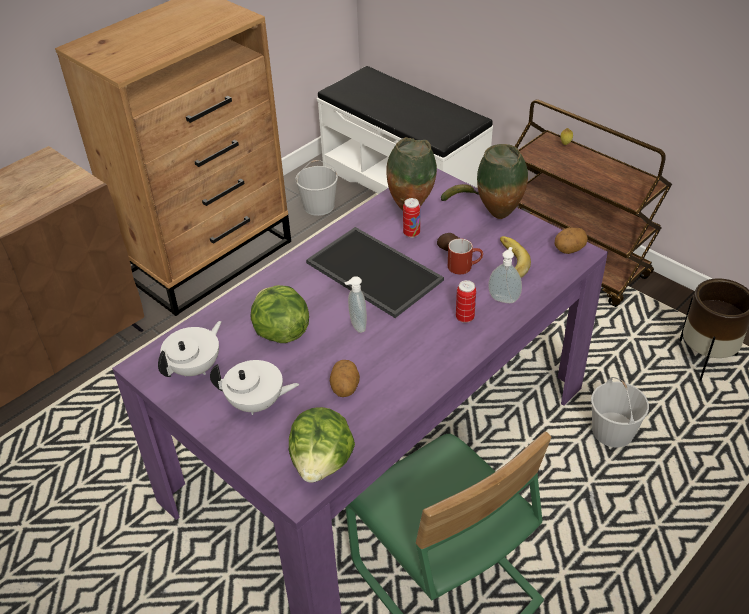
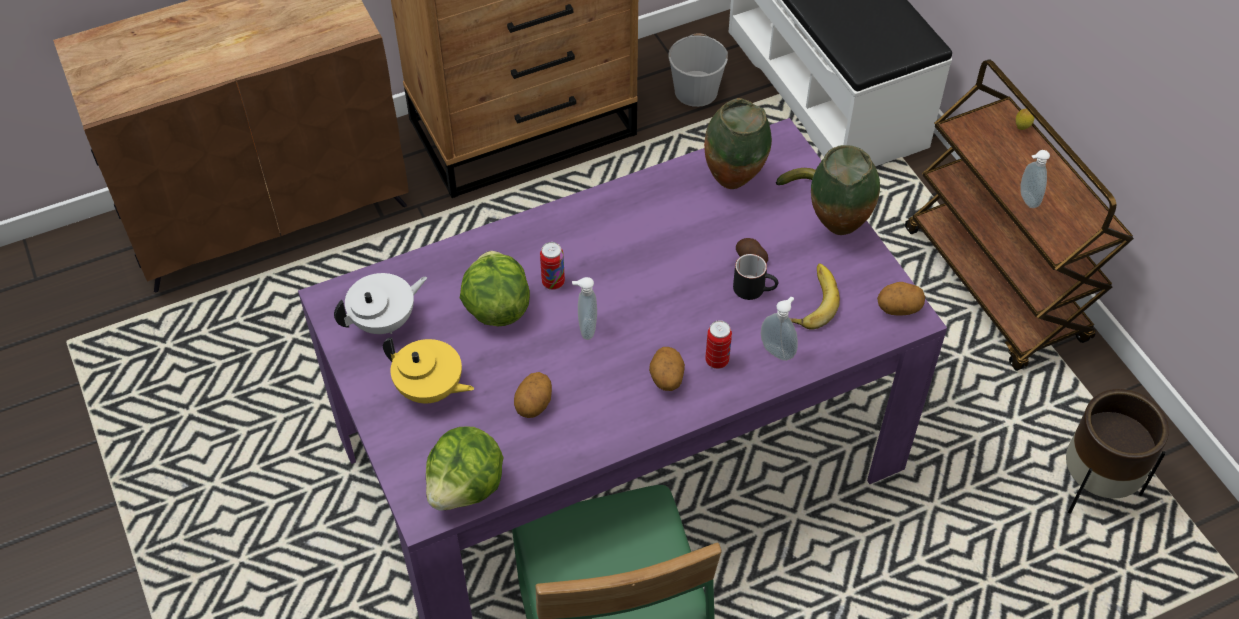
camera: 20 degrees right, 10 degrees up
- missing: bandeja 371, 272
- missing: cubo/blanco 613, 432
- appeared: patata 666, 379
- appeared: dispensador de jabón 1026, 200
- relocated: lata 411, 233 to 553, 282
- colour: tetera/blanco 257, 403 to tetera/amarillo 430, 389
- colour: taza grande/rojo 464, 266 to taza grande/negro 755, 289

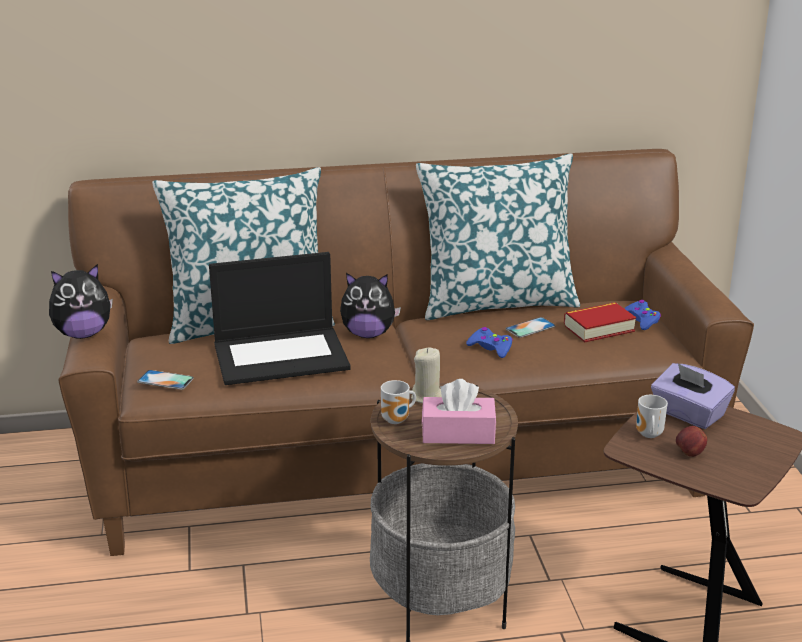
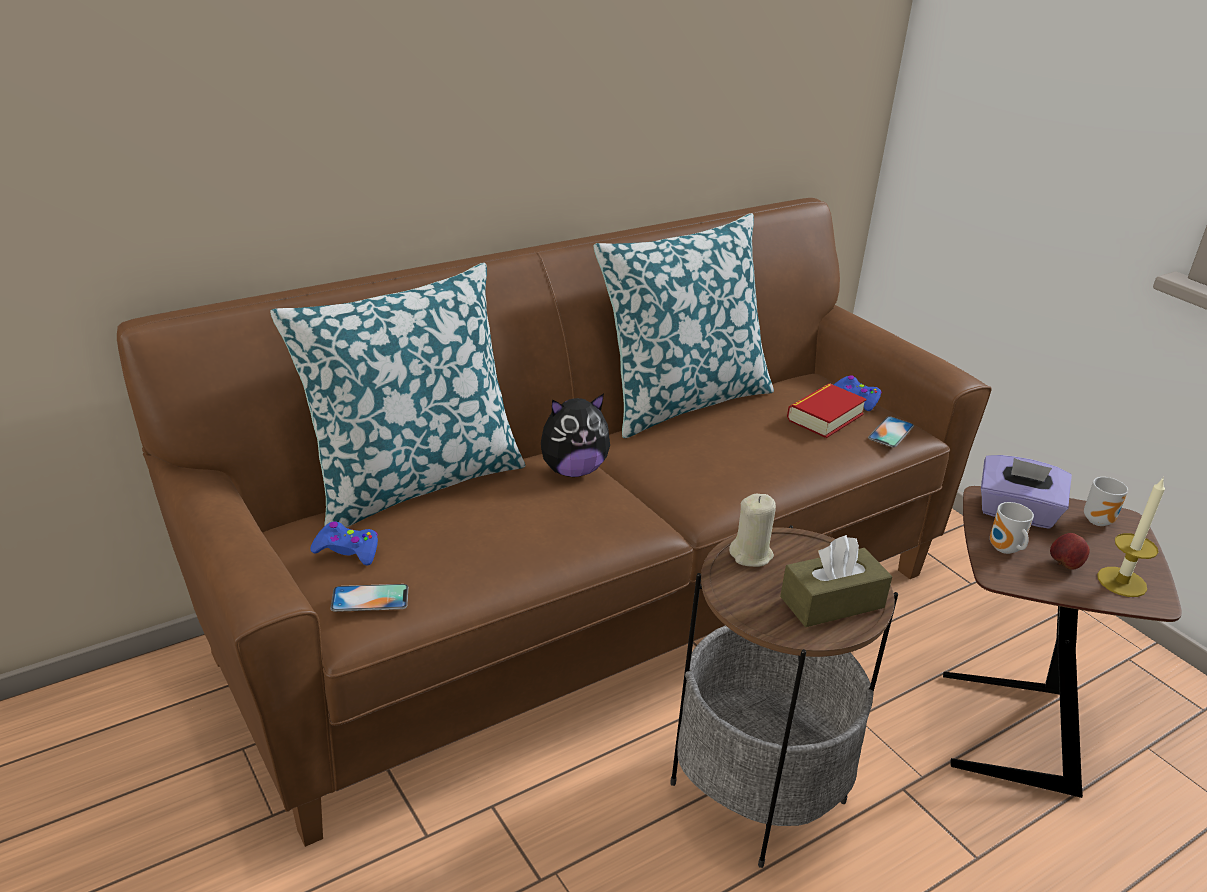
camera: 25 degrees left, 5 degrees up
- missing: peluche 83, 334
- missing: portátil 282, 355
- appeared: vela 1121, 582
- relocated: taza grande 397, 420 to 1100, 521
- relocated: mando de consola/azul 490, 348 to 347, 550
- relocated: móvil 530, 328 to 891, 432
- colour: caja de pañuelos/rosa 458, 433 to caja de pañuelos/marrón 832, 602

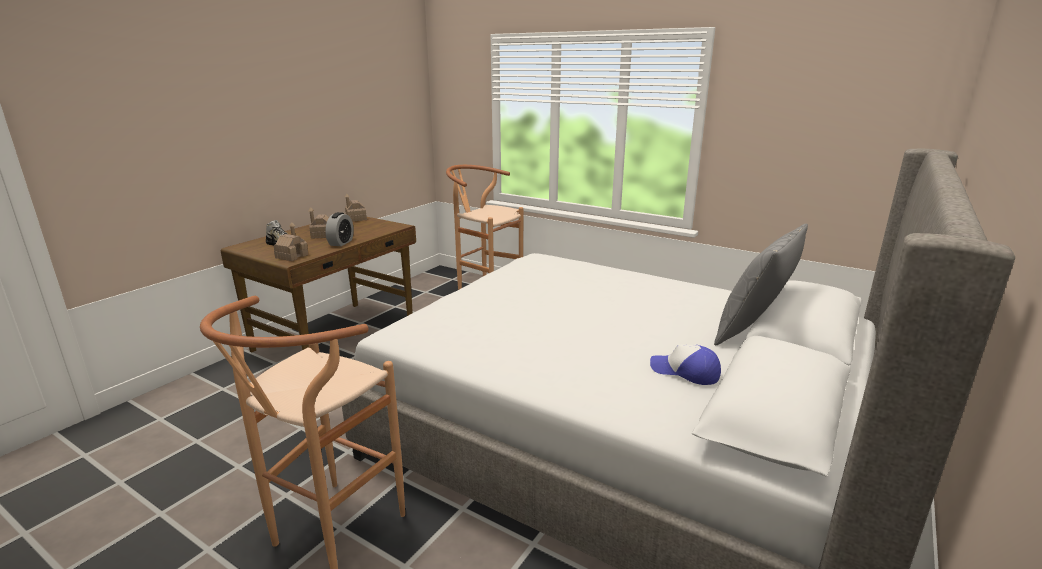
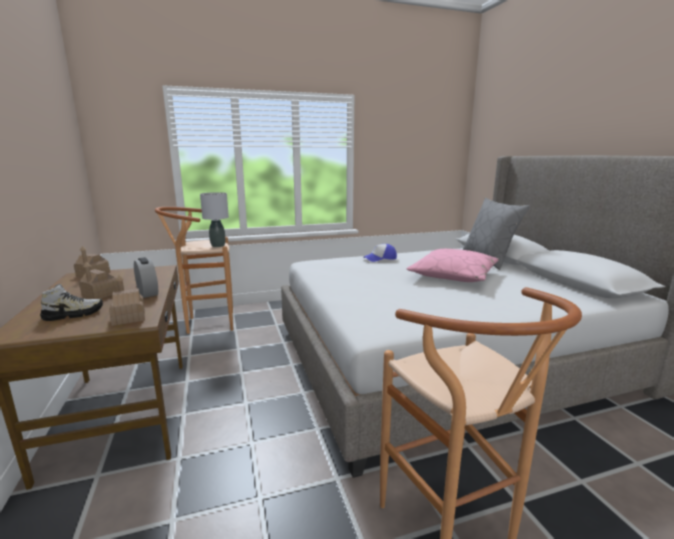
camera: 50 degrees left, 5 degrees down
- appeared: lámpara de mesa/gris 218, 246
- appeared: cojín/rosa 453, 275
- relocated: gorra 685, 372 to 380, 258

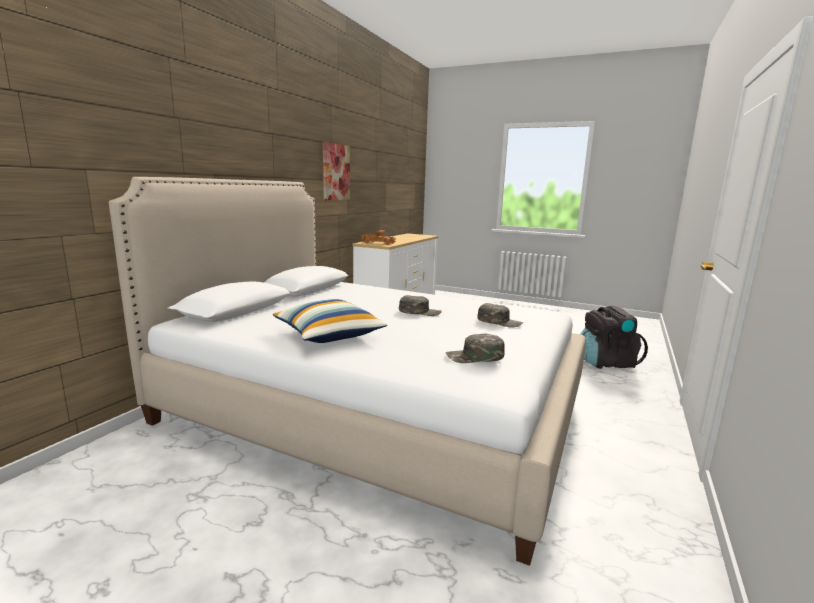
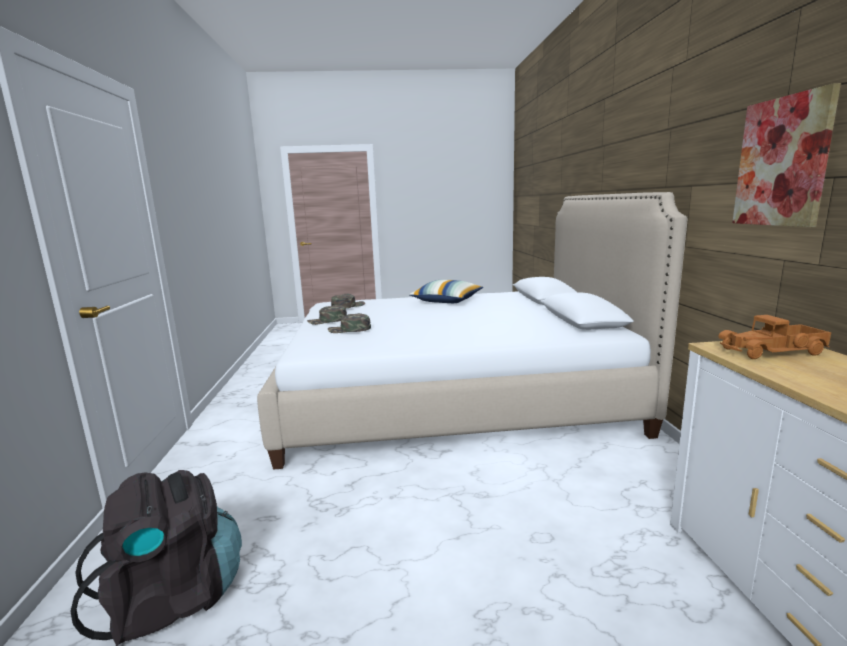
camera: 150 degrees right, 0 degrees up
- relocated: gorra/verde 420, 311 to 327, 320

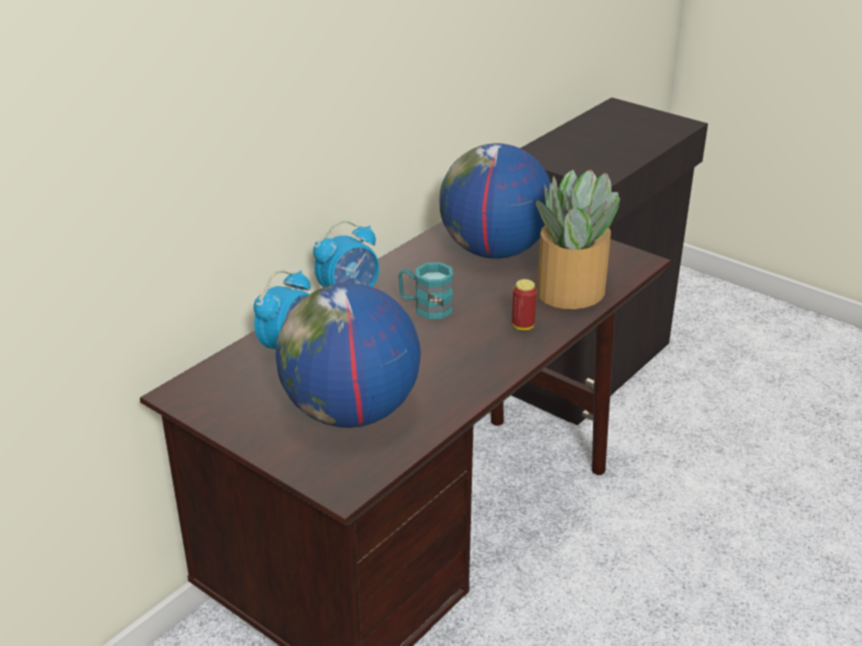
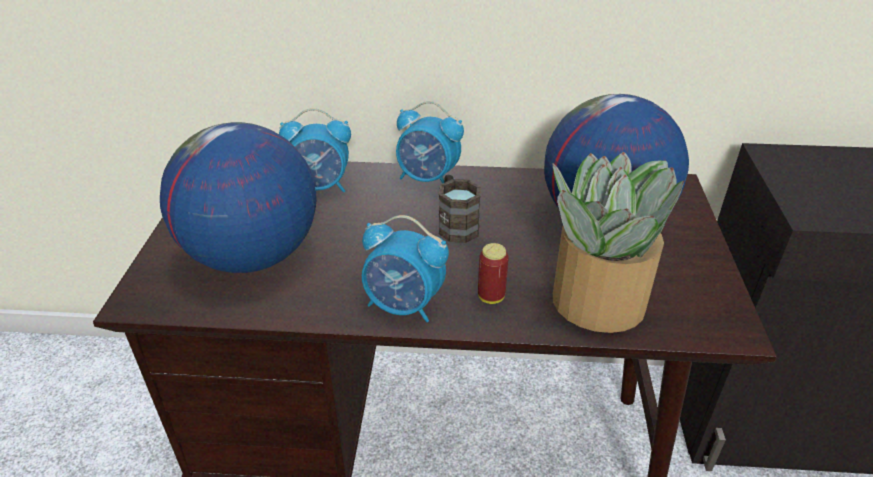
camera: 55 degrees right, 5 degrees up
- appeared: despertador 404, 306
- colour: taza grande/turquesa 425, 307 to taza grande/marrón 456, 224

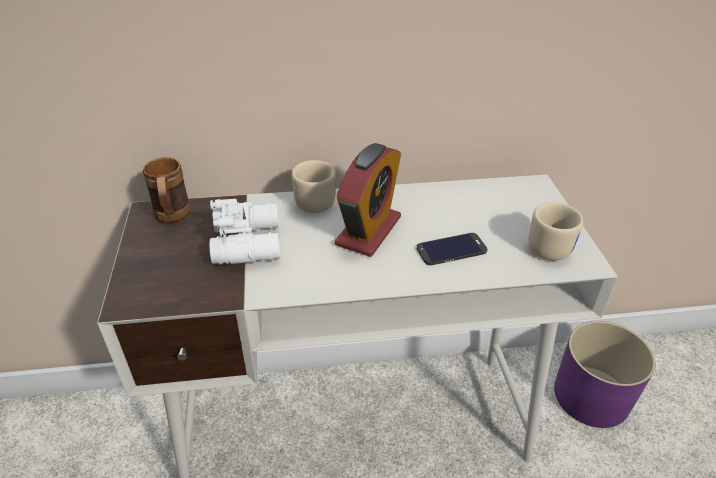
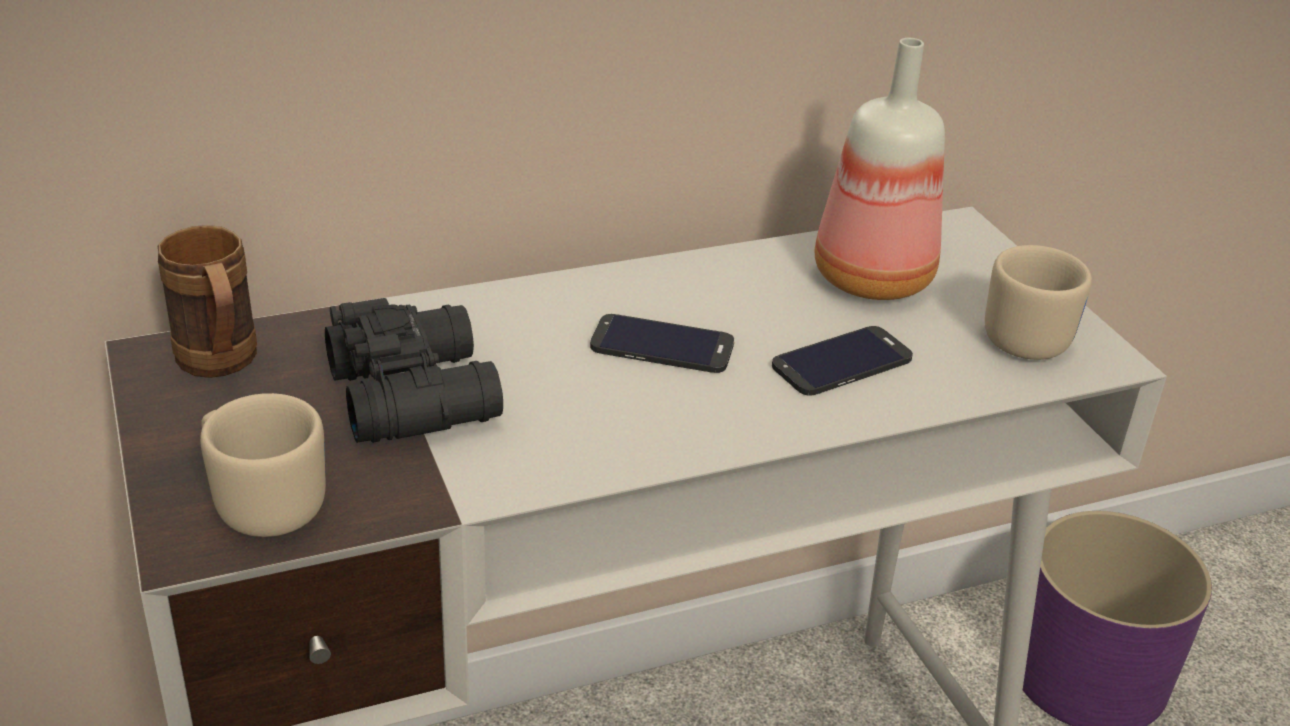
camera: 15 degrees left, 5 degrees down
- appeared: botella 868, 277
- relocated: taza grande/beis 312, 200 to 262, 501
- exchanged: despertador 368, 231 to móvil 662, 345
- colour: prismáticos/blanco 249, 242 to prismáticos/negro 416, 392

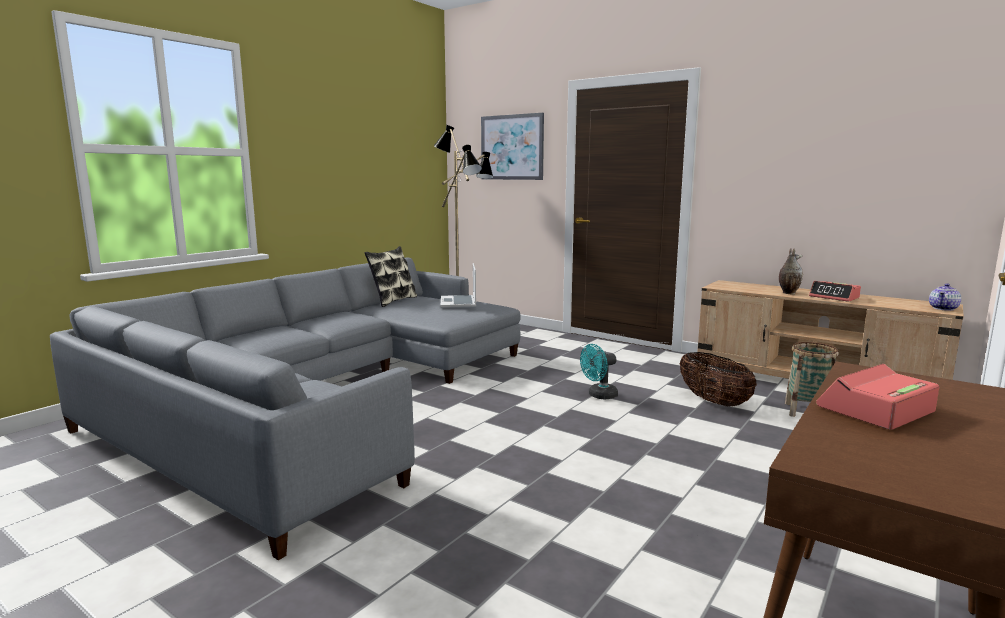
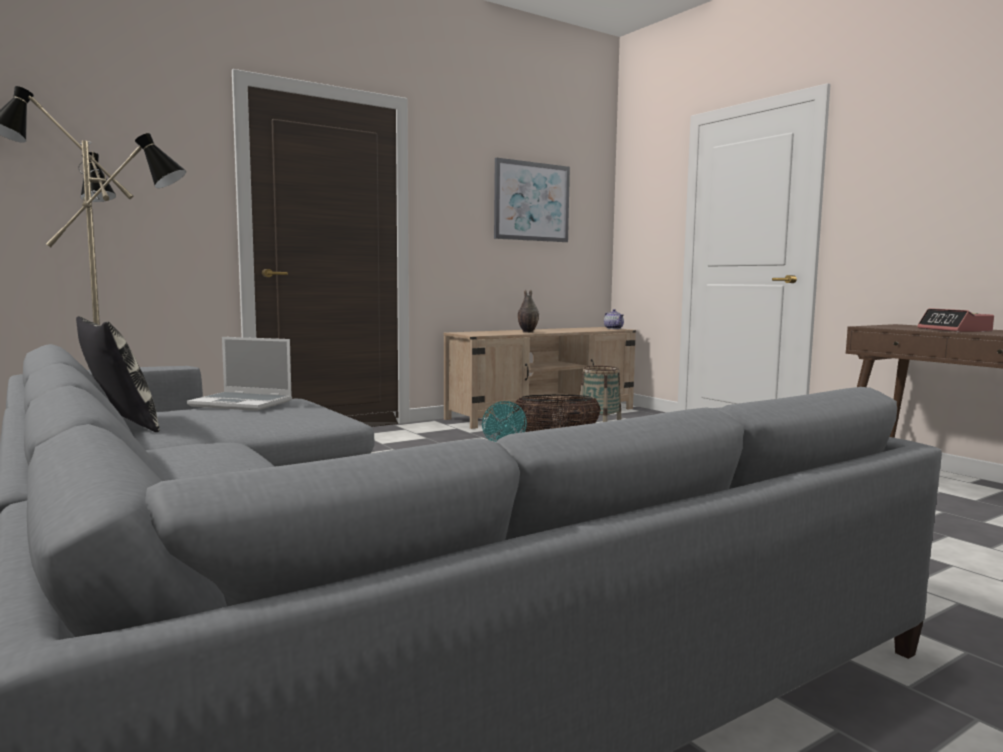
camera: 70 degrees left, 5 degrees down
- missing: despertador 834, 297
- relocated: cuadro 512, 147 to 531, 201

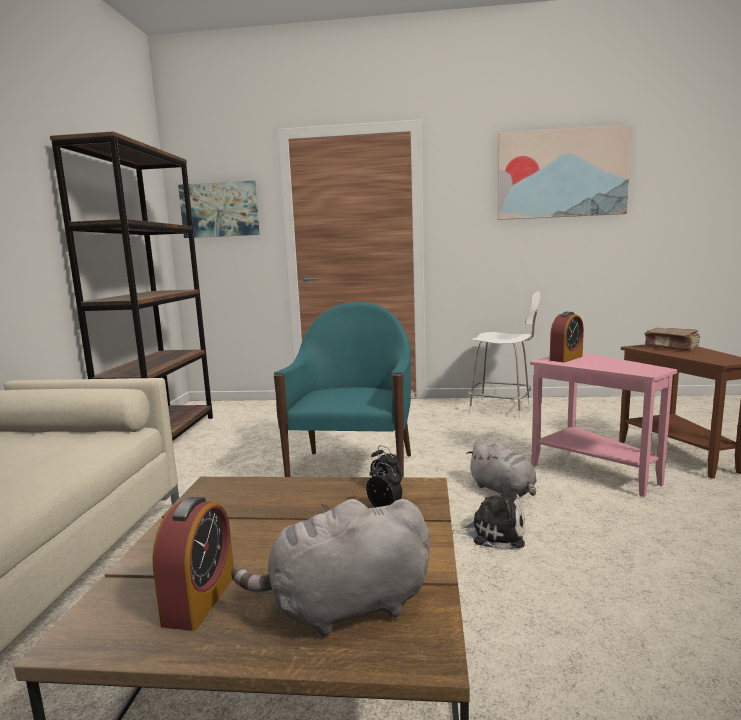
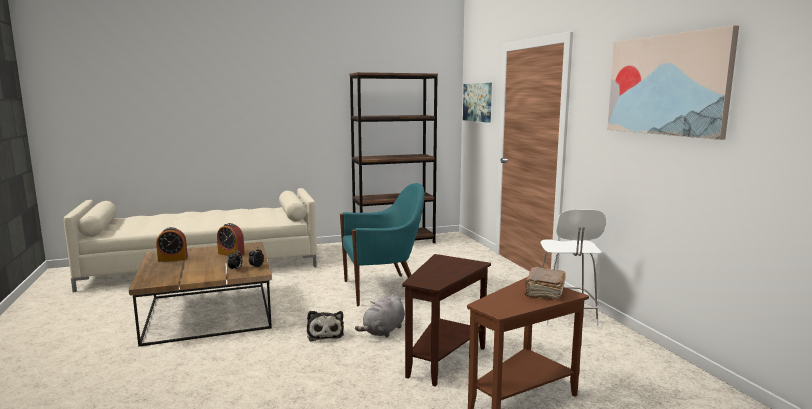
camera: 65 degrees right, 0 degrees up
- missing: peluche/gris 344, 607
- relocated: despertador 566, 358 to 231, 254
- colour: mesa auxiliar/rosa 592, 470 to mesa auxiliar/marrón 443, 358

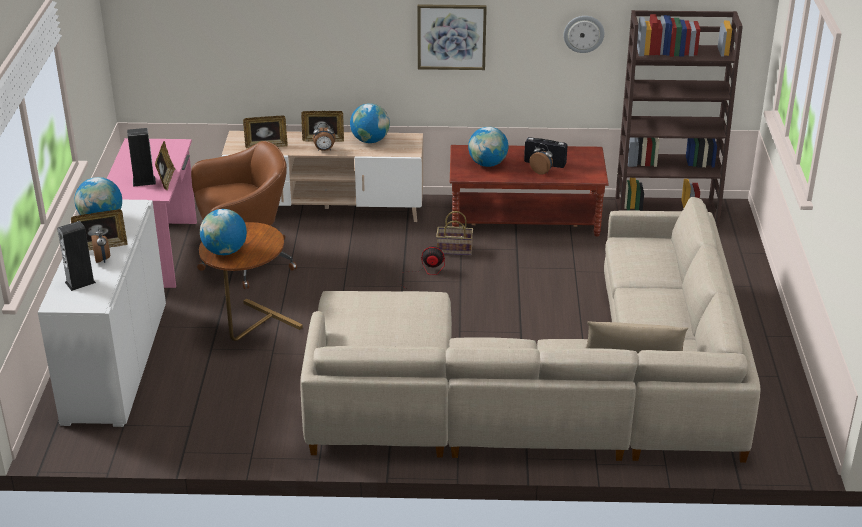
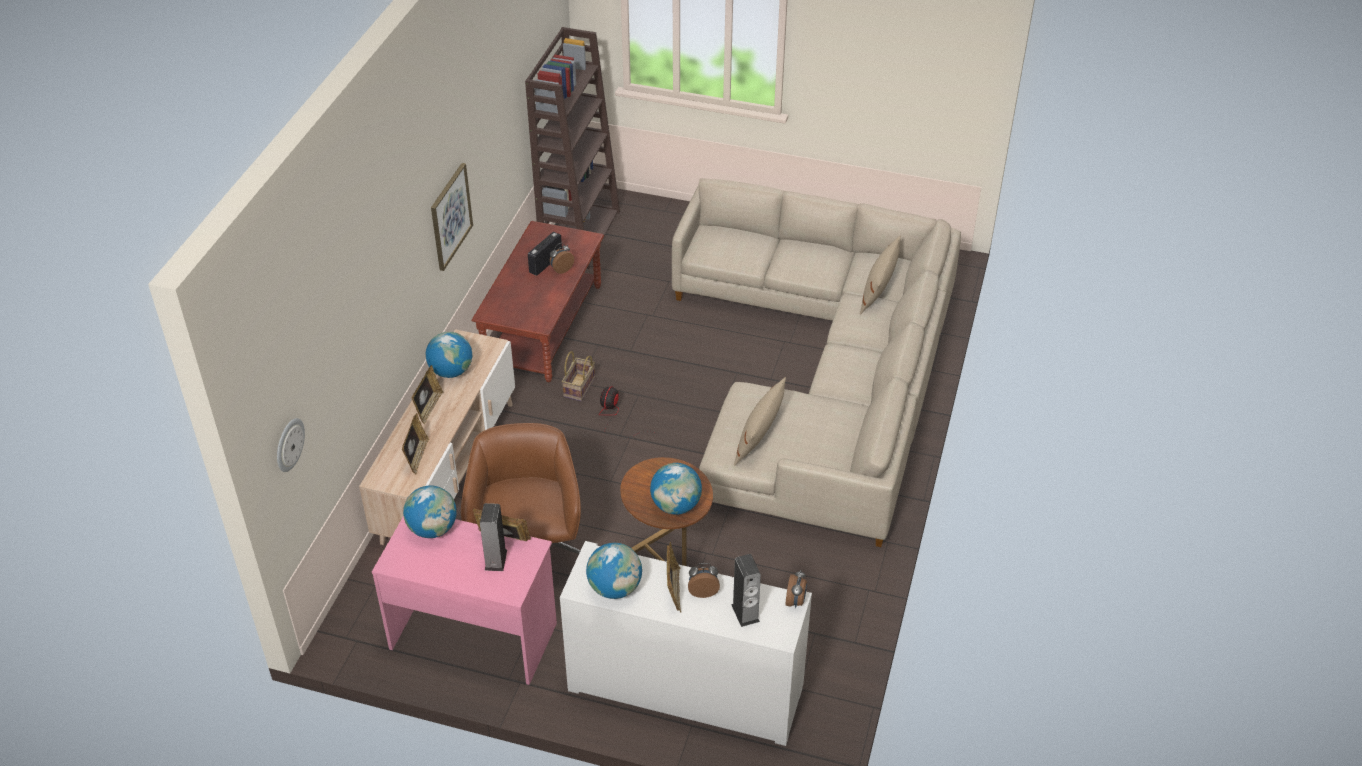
camera: 75 degrees left, 10 degrees up
- appeared: cojín/beis 759, 436
- relocated: despertador 324, 150 to 795, 601
- relocated: globo terráqueo 487, 164 to 433, 529
- relocated: reloj de pared 583, 33 to 289, 444

